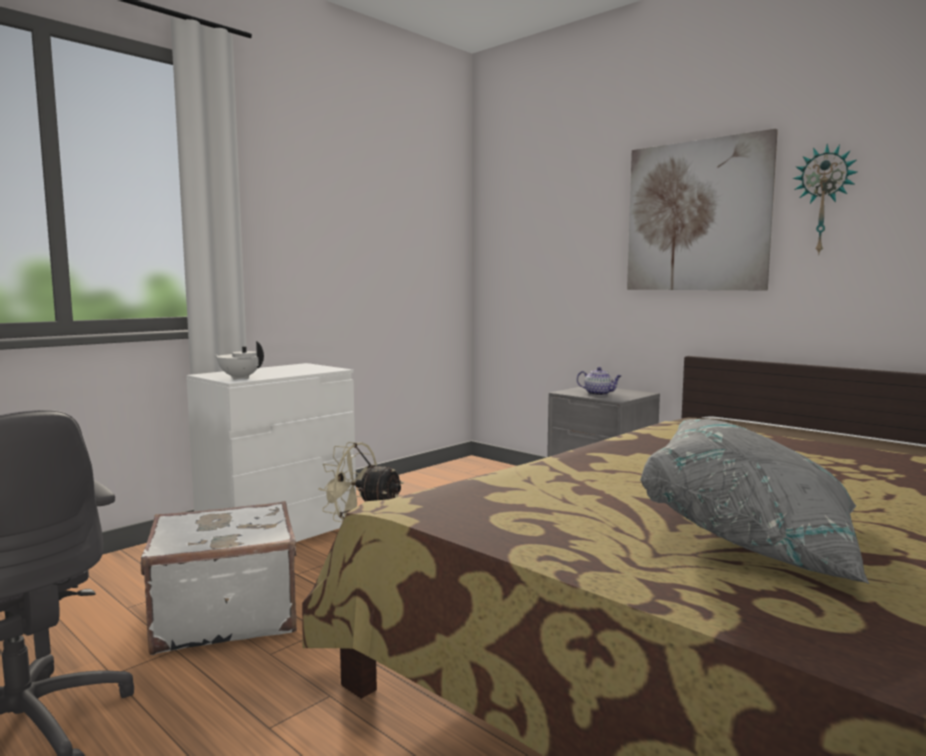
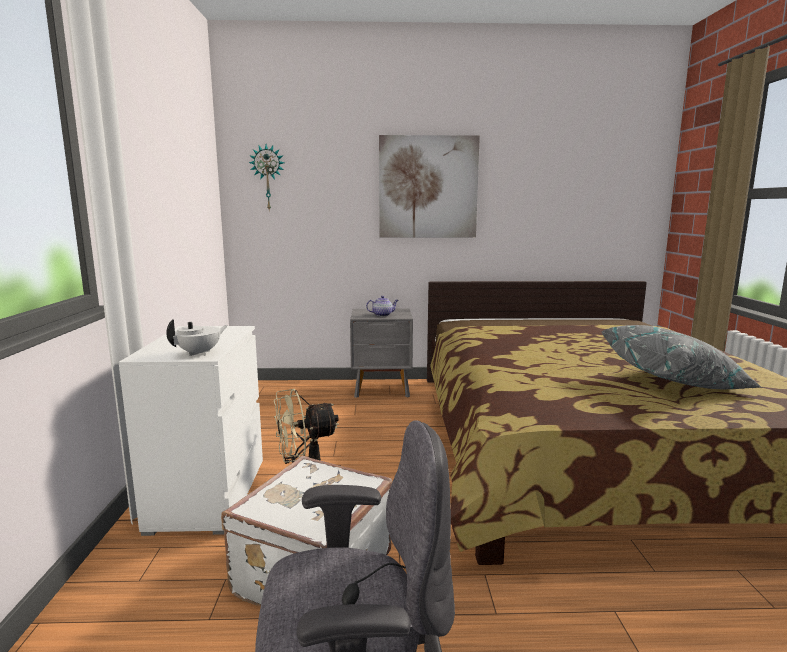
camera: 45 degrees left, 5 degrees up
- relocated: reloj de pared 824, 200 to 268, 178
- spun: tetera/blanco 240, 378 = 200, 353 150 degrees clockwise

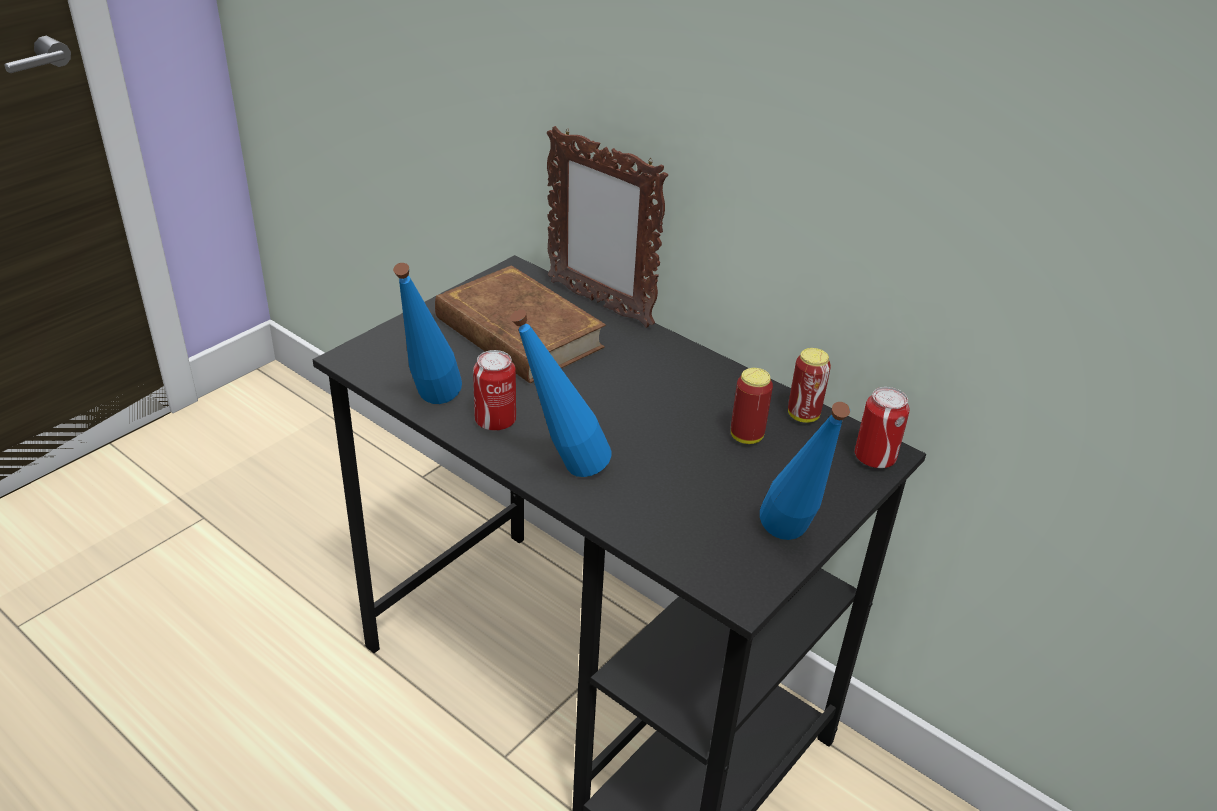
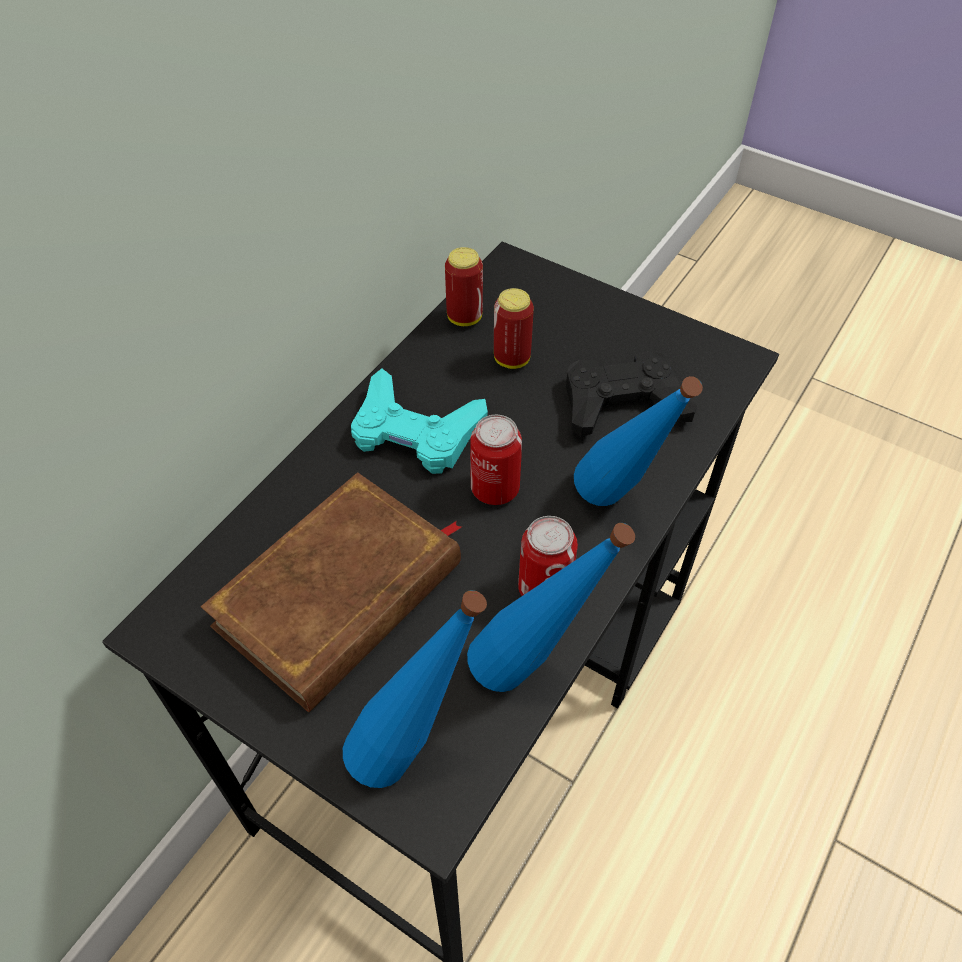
camera: 95 degrees left, 15 degrees up
- missing: portarretratos 599, 303
- appeared: mando de consola/turquesa 415, 432
- appeared: mando de consola/negro 622, 403
- relocated: botella/azul 790, 544 to 416, 750
- relocated: lata 874, 458 to 495, 488

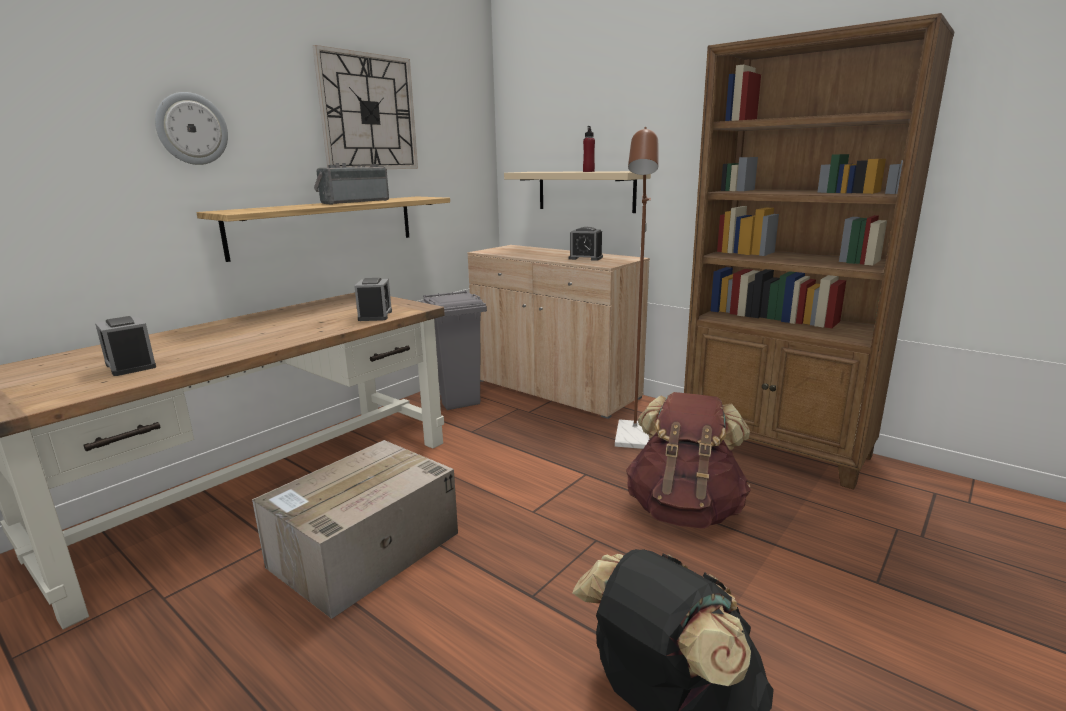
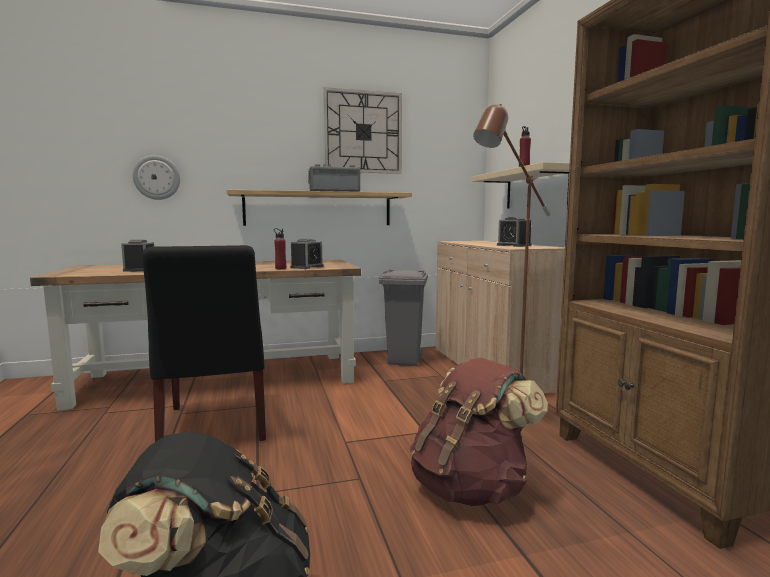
camera: 35 degrees right, 10 degrees down
- appeared: botella/rojo 280, 268
- relocated: reloj de pared 192, 129 to 157, 177
- exchanged: caja de cartón 363, 551 to silla/negro 214, 426

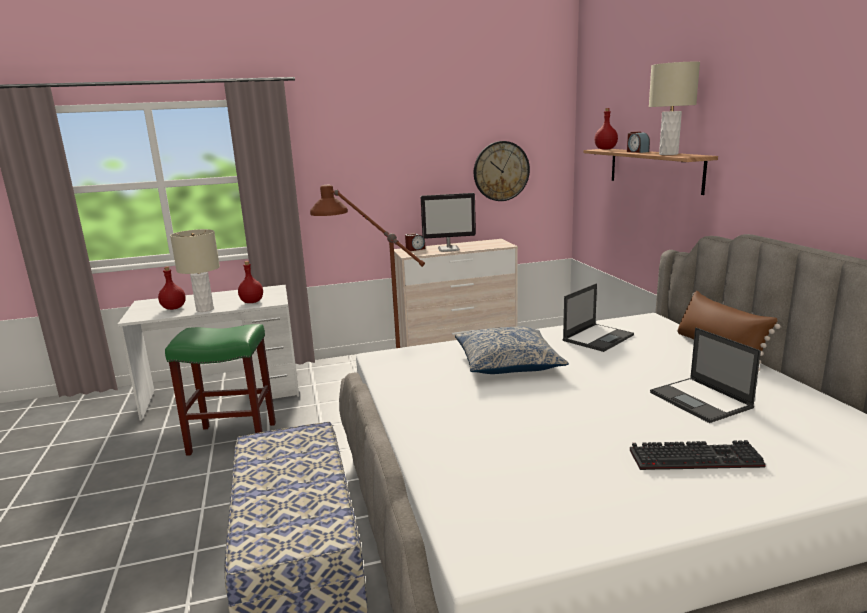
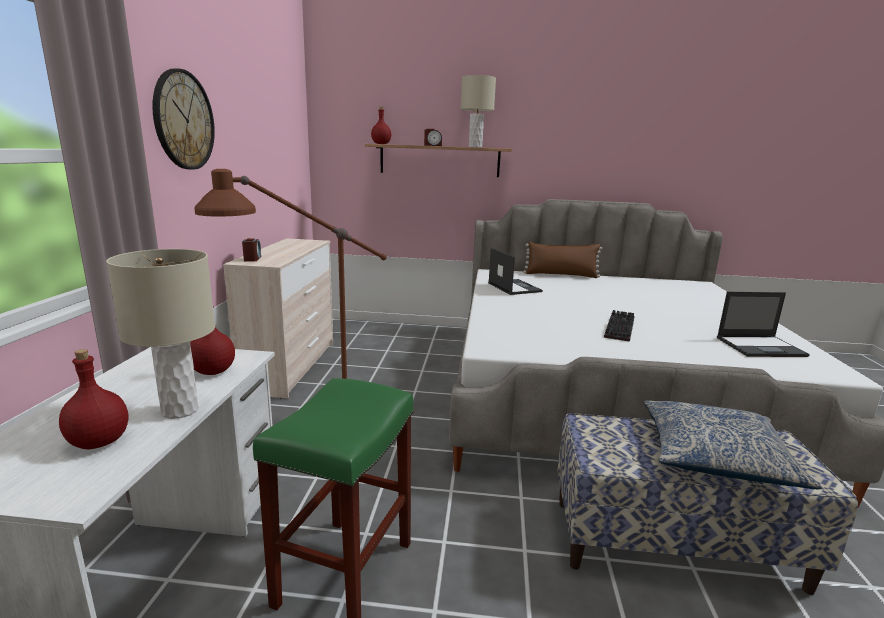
camera: 70 degrees left, 0 degrees up
- missing: monitor 449, 249
- relocated: cojín 507, 363 to 715, 456
- relocated: reloj de pared 501, 171 to 183, 120
- relocated: teclado 696, 457 to 618, 326
- relocated: portátil 701, 400 to 761, 347

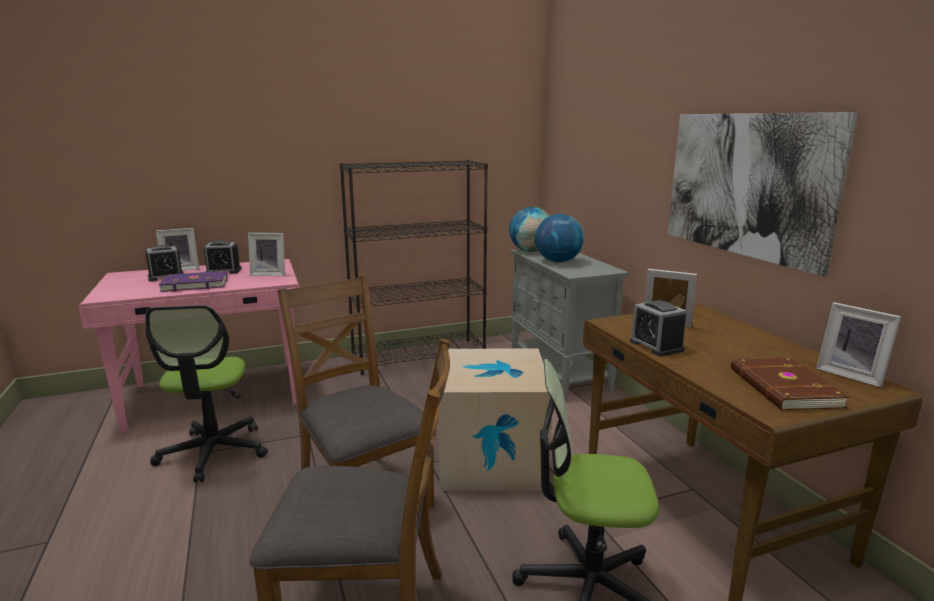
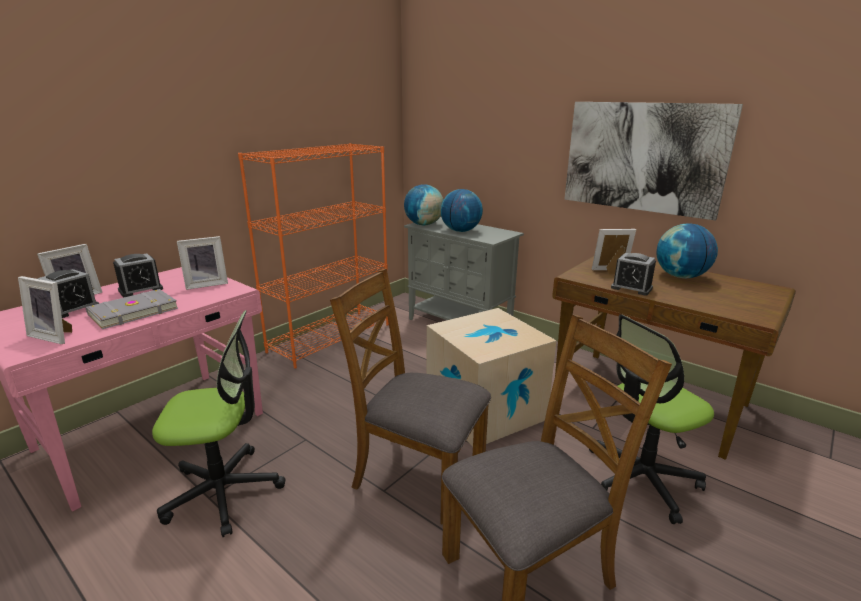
camera: 30 degrees left, 5 degrees up
- missing: libro/marrón 782, 388
- appeared: globo terráqueo 681, 276
- relocated: portarretratos 851, 375 to 55, 336
- colour: libro/morado 194, 284 to libro/gris 132, 311
- colour: estantería/negro 419, 356 to estantería/naranja 331, 337
- spun: silla de oficina 213, 452 = 224, 491 60 degrees counterclockwise

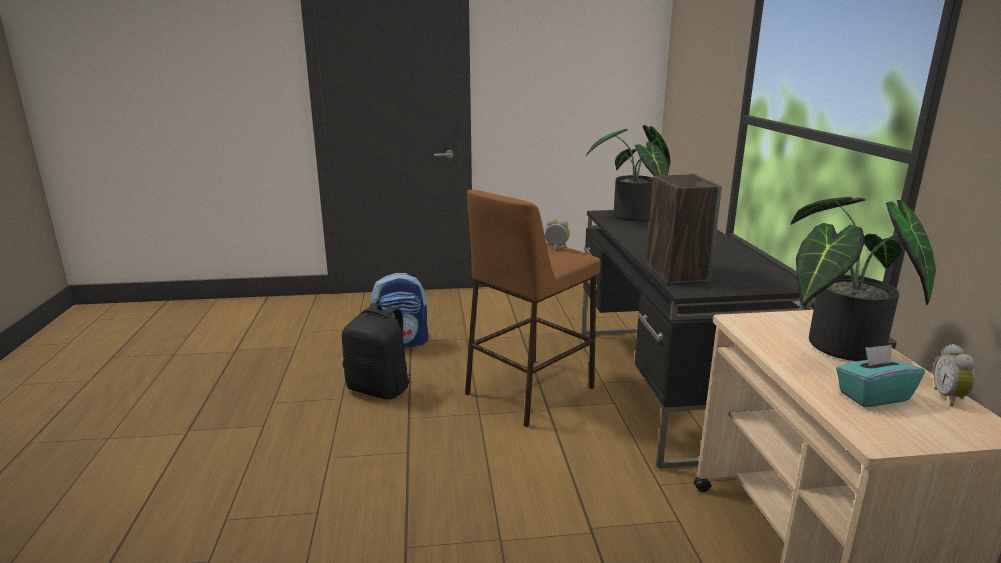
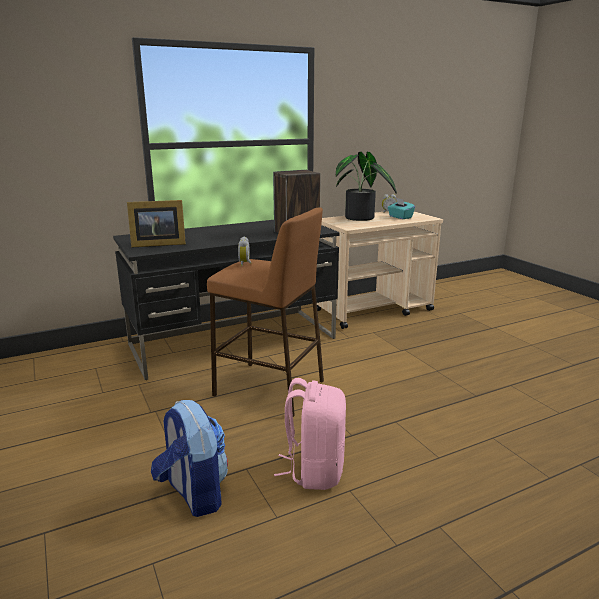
camera: 110 degrees left, 0 degrees up
- exchanged: planta en maceta 633, 218 to portarretratos 157, 244
- colour: mochila/negro 380, 389 to mochila/rosa 314, 470

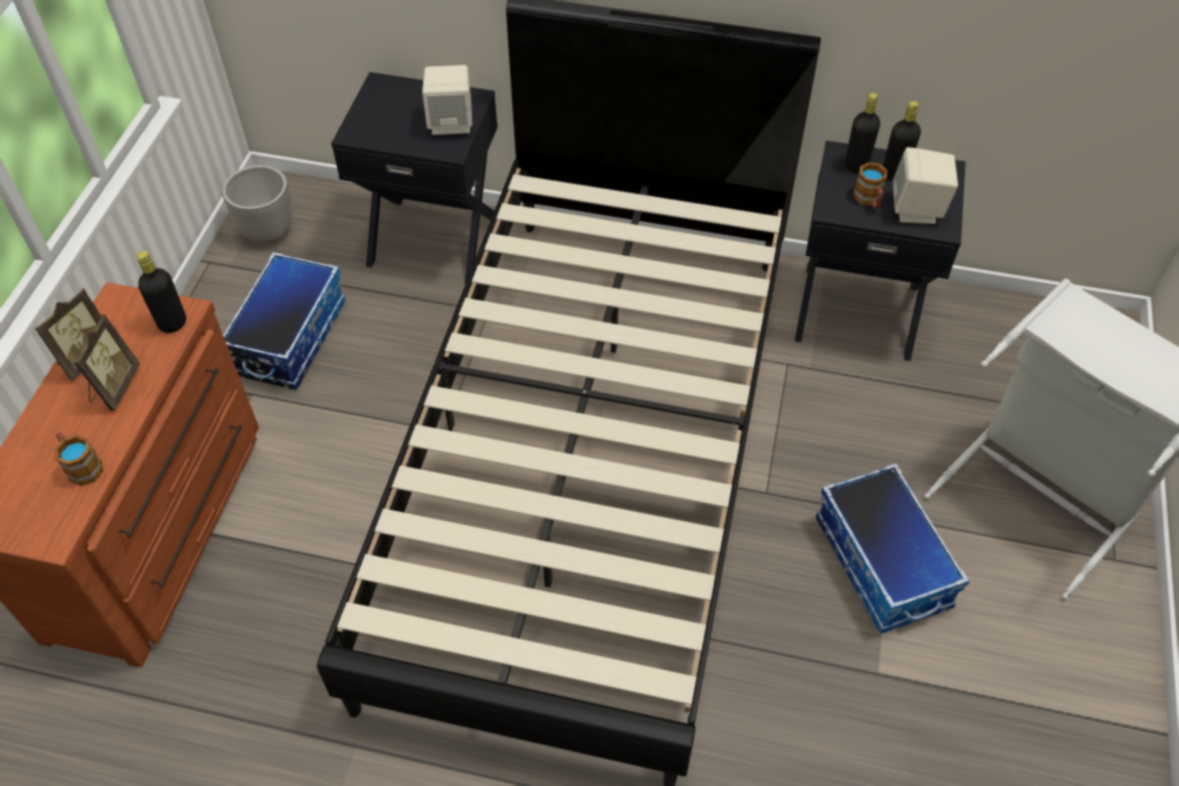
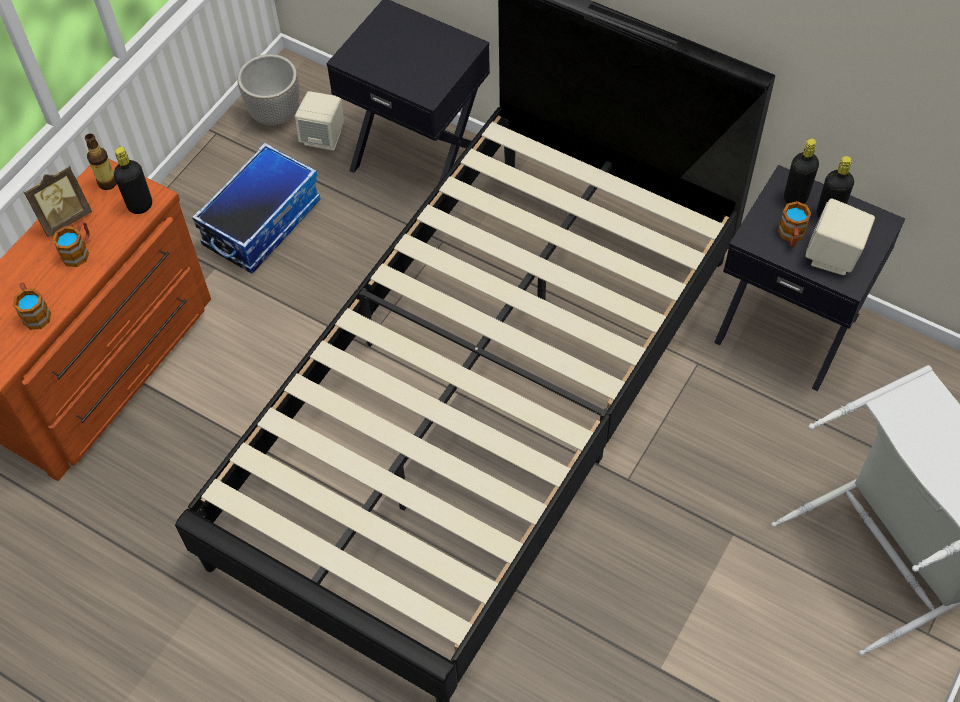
camera: 20 degrees right, 5 degrees up
- missing: caja de almacenaje 883, 563
- appeared: botella 107, 183
- relocated: altavoz/beis 451, 122 to 323, 137
- exchanged: portarretratos 114, 387 to taza grande 79, 251

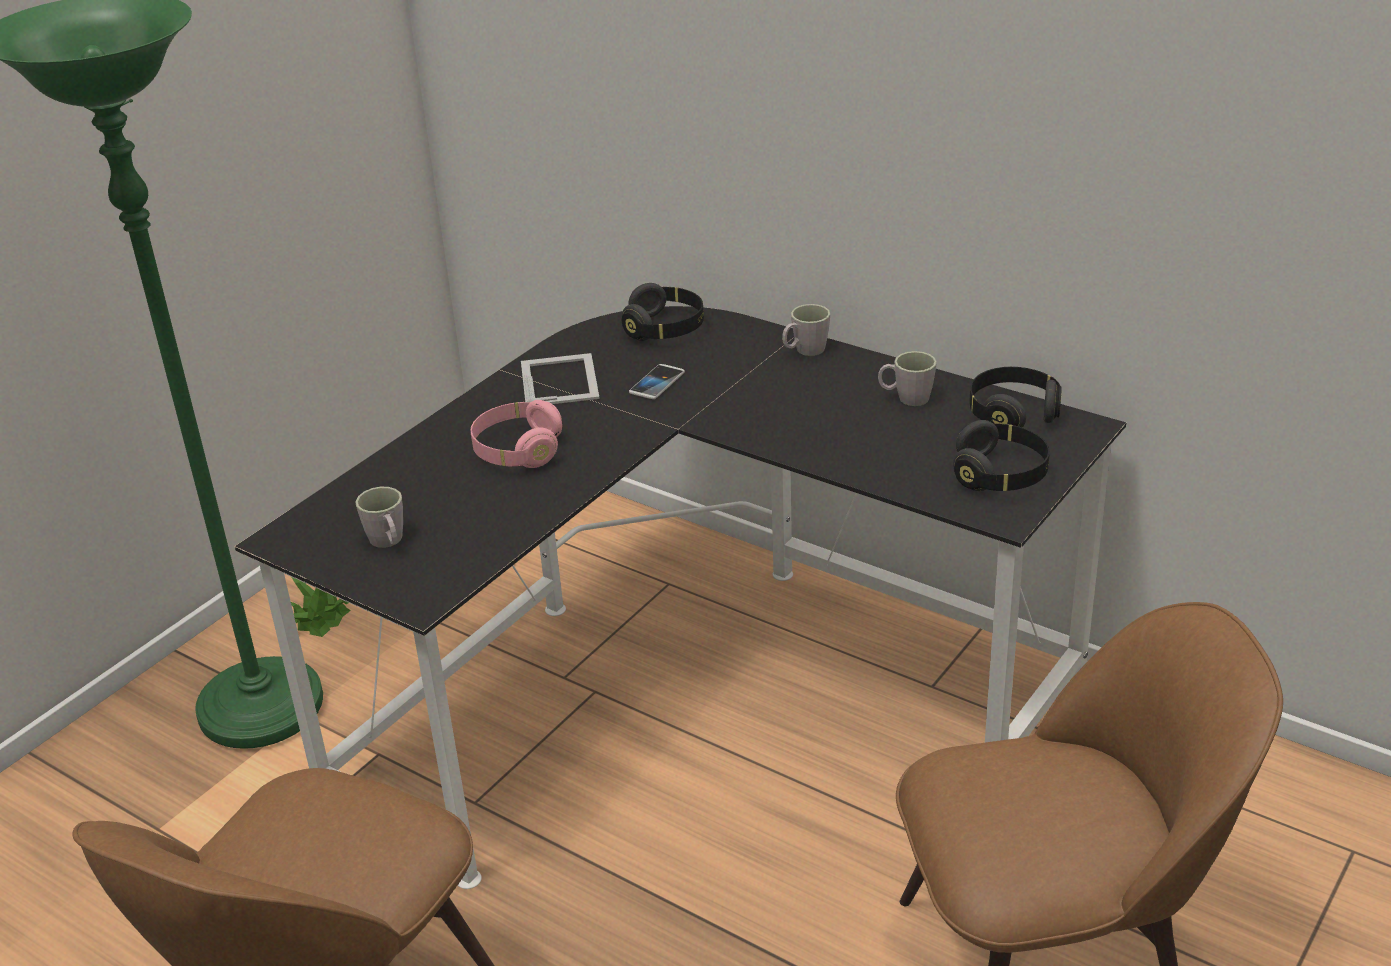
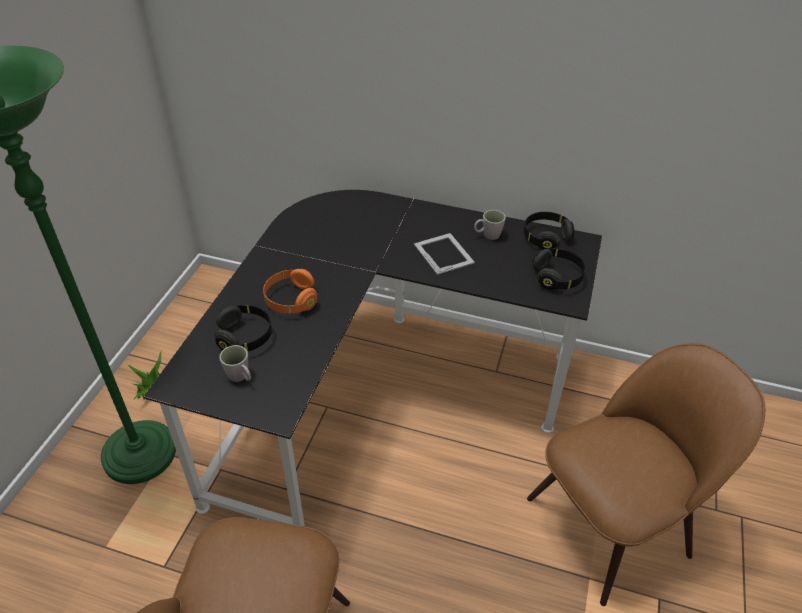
camera: 20 degrees left, 10 degrees up
- missing: móvil 657, 383
- missing: taza grande/gris 804, 351
- relocated: portarretratos 560, 379 to 443, 253
- relocated: auriculares/negro 665, 329 to 245, 337
- colour: auriculares/rosa 518, 451 to auriculares/naranja 291, 300

